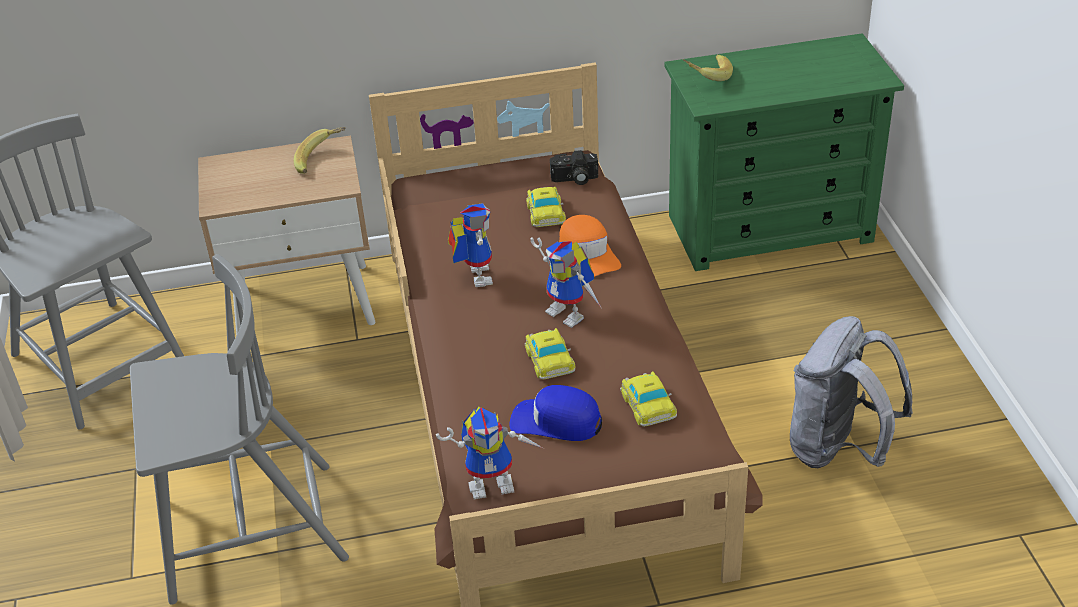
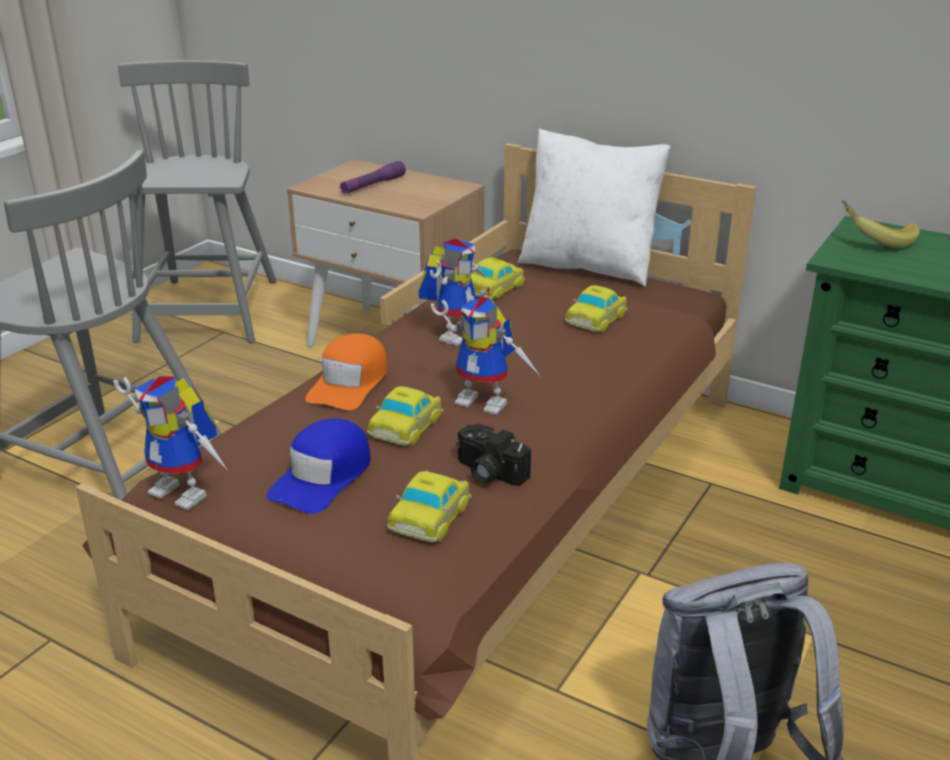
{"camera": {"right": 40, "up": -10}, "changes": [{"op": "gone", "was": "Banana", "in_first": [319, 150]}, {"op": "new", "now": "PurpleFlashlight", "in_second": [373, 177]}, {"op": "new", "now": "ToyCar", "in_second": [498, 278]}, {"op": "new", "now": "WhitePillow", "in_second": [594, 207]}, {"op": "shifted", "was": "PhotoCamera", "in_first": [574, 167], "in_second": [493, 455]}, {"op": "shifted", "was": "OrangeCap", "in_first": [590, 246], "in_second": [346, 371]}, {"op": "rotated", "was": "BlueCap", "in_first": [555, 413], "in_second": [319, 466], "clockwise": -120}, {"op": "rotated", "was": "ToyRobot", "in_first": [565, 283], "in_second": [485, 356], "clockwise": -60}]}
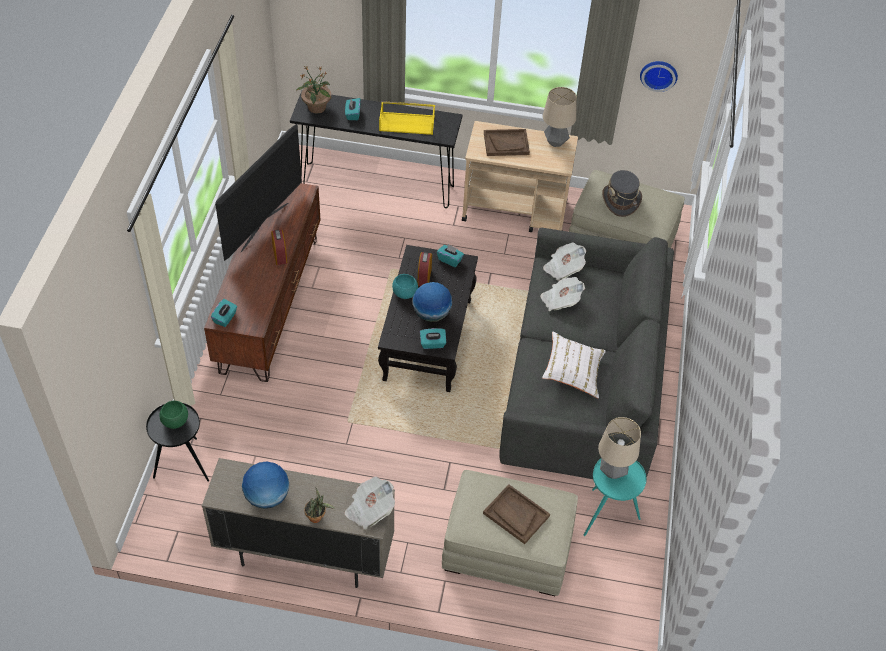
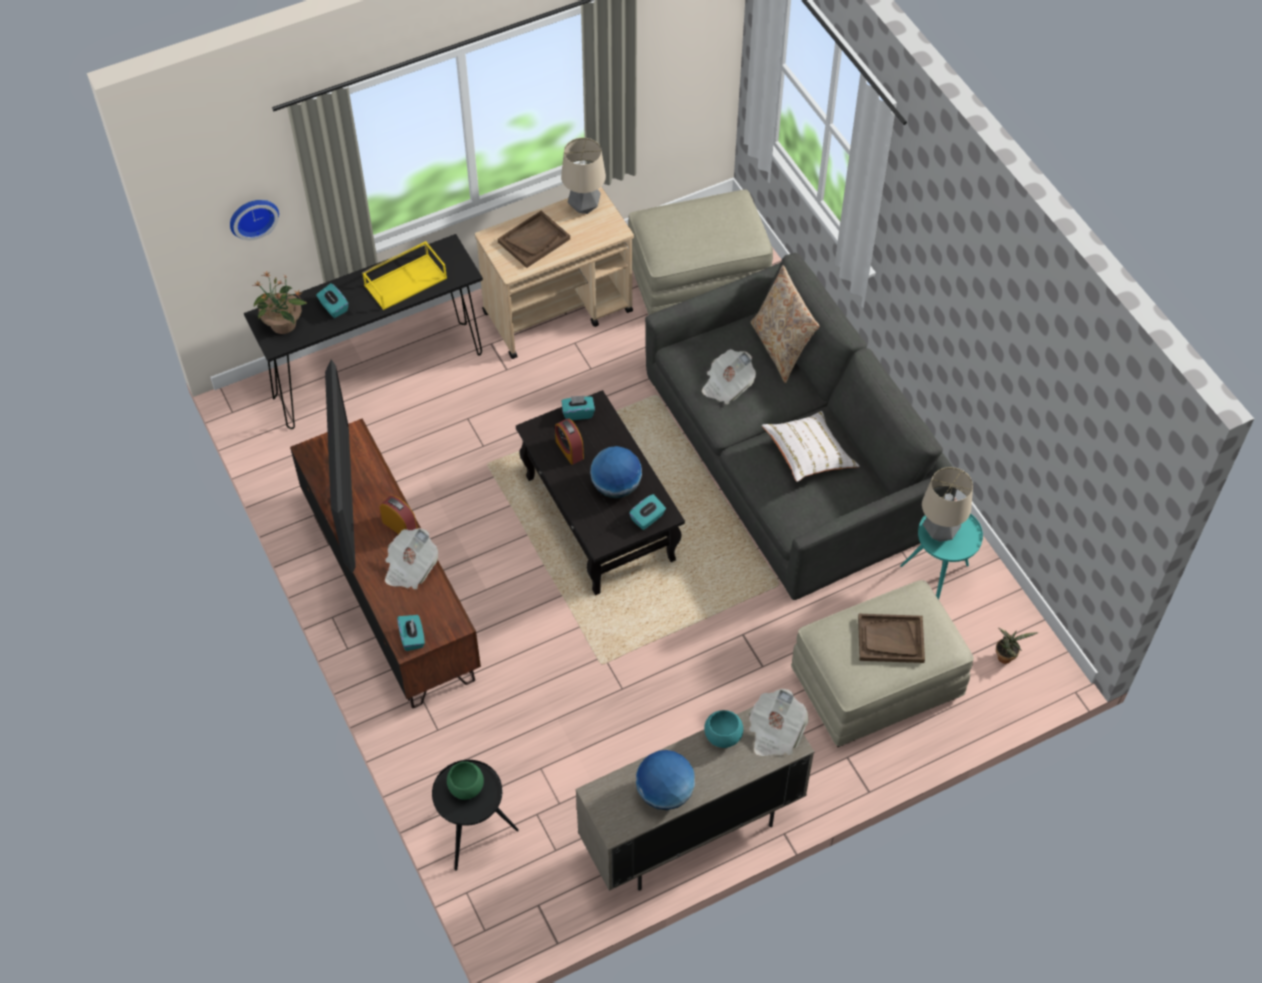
{"camera": {"right": -35, "up": 5}, "changes": [{"op": "gone", "was": "GreyHat", "in_first": [622, 193]}, {"op": "new", "now": "BeigePillow", "in_second": [785, 324]}, {"op": "shifted", "was": "PottedPlant", "in_first": [319, 505], "in_second": [1017, 646]}, {"op": "shifted", "was": "TurquoiseBowl", "in_first": [405, 286], "in_second": [723, 729]}, {"op": "shifted", "was": "Newspaper", "in_first": [565, 261], "in_second": [411, 558]}, {"op": "shifted", "was": "WallClock", "in_first": [659, 76], "in_second": [254, 220]}]}
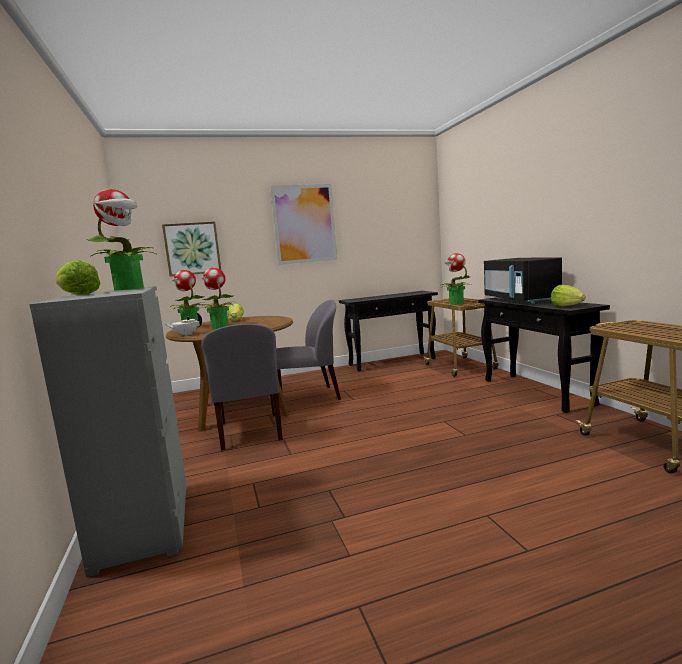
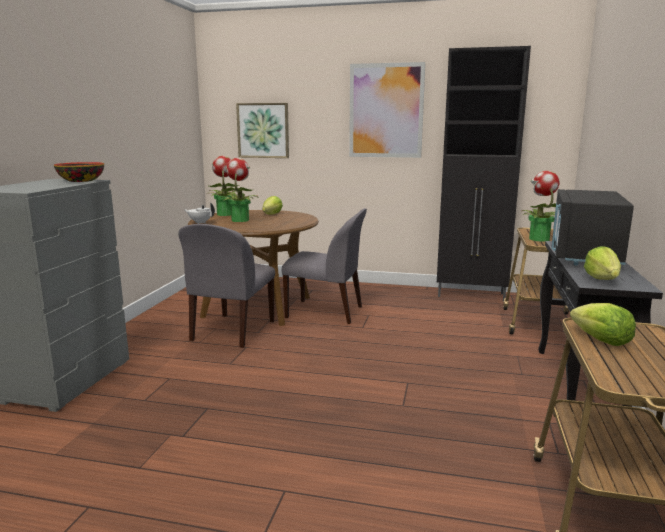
{"camera": {"right": 30, "up": 5}, "changes": [{"op": "shifted", "was": "Lettuce", "in_first": [78, 277], "in_second": [603, 324]}, {"op": "swapped", "was": "PottedPlant", "now": "Bowl", "in_first": [121, 239], "in_second": [79, 172]}, {"op": "swapped", "was": "BlackConsoleTable", "now": "BlackCabinet", "in_first": [388, 331], "in_second": [484, 173]}]}
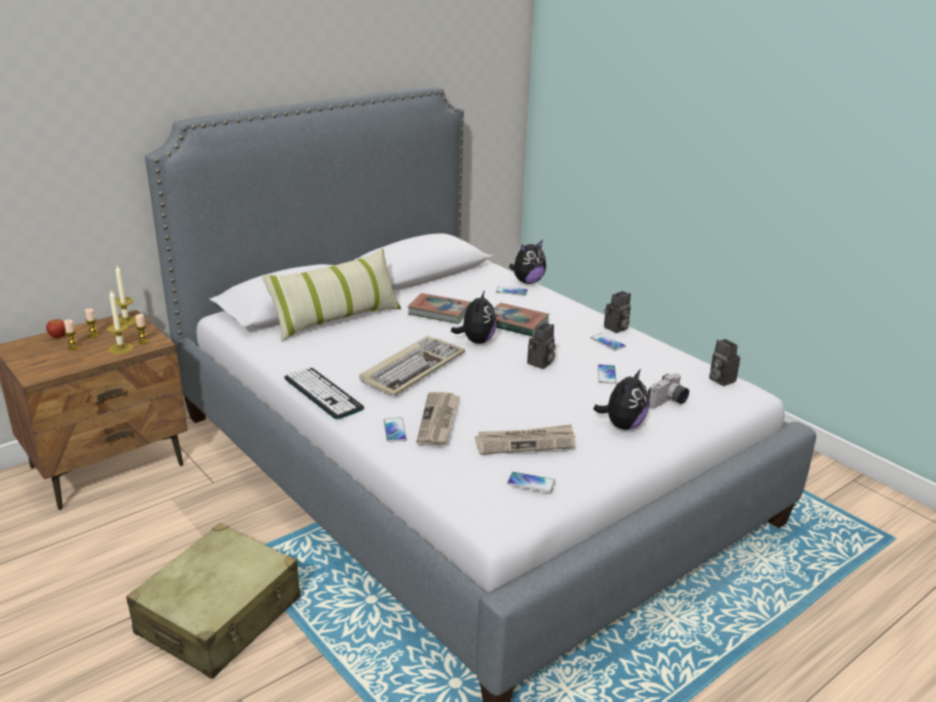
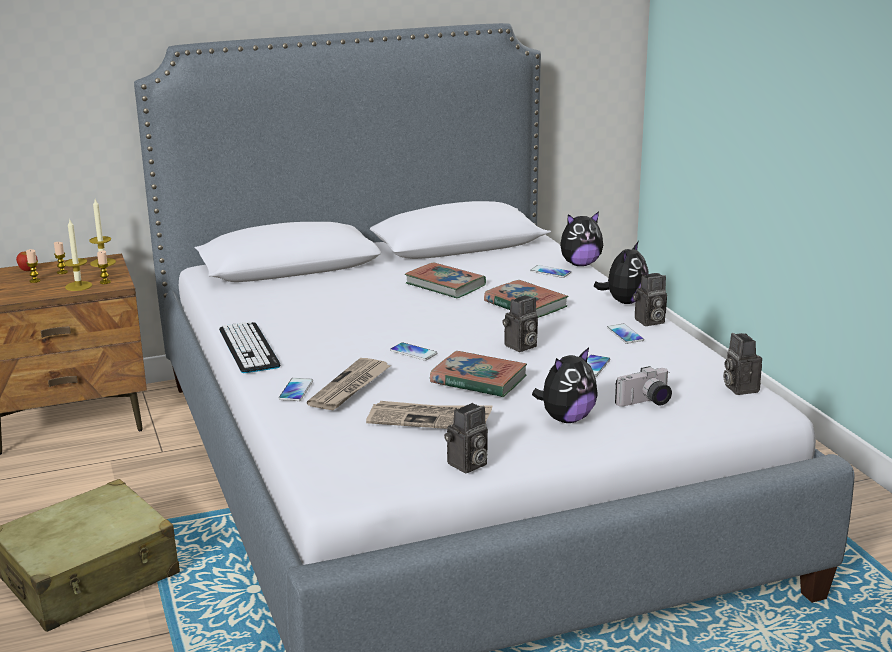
{"camera": {"right": 20, "up": -5}, "changes": [{"op": "gone", "was": "Pillow", "in_first": [331, 295]}, {"op": "gone", "was": "Keyboard", "in_first": [412, 366]}, {"op": "new", "now": "Book", "in_second": [478, 374]}, {"op": "new", "now": "PhotoCamera", "in_second": [466, 438]}, {"op": "shifted", "was": "PlushToy", "in_first": [473, 317], "in_second": [621, 273]}, {"op": "shifted", "was": "Phone", "in_first": [531, 482], "in_second": [413, 351]}]}
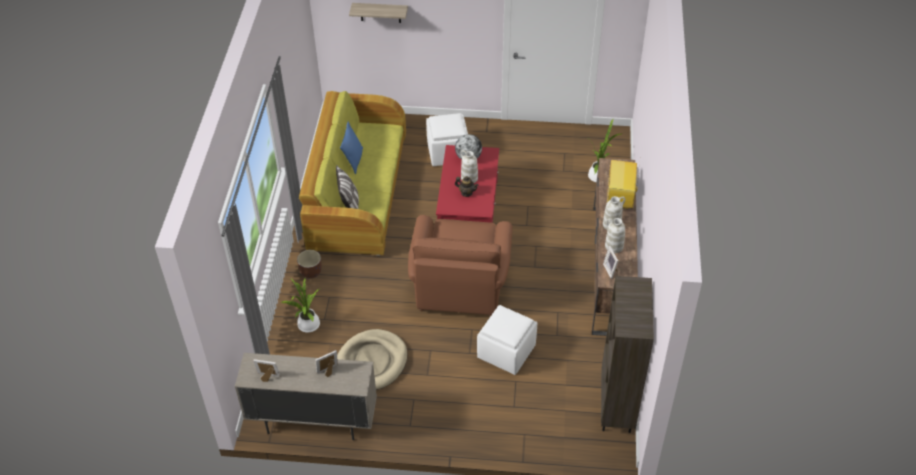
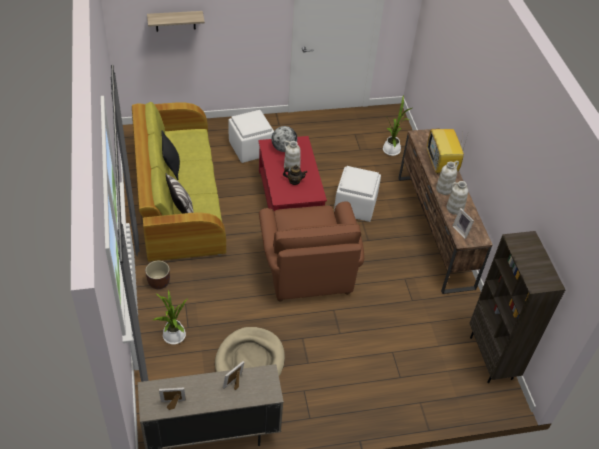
{"camera": {"right": -20, "up": 0}, "changes": [{"op": "shifted", "was": "WhiteOttoman", "in_first": [507, 340], "in_second": [357, 194]}, {"op": "repainted", "was": "BluePillow", "now": "BlackPillow", "in_first": [351, 148], "in_second": [170, 155]}]}
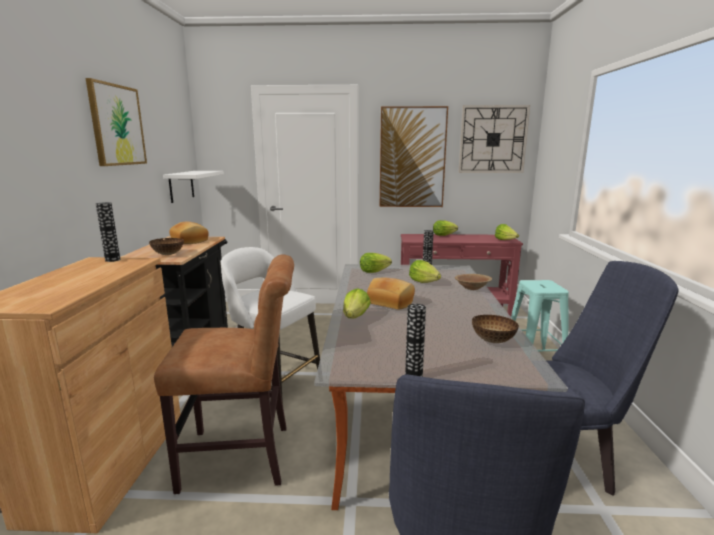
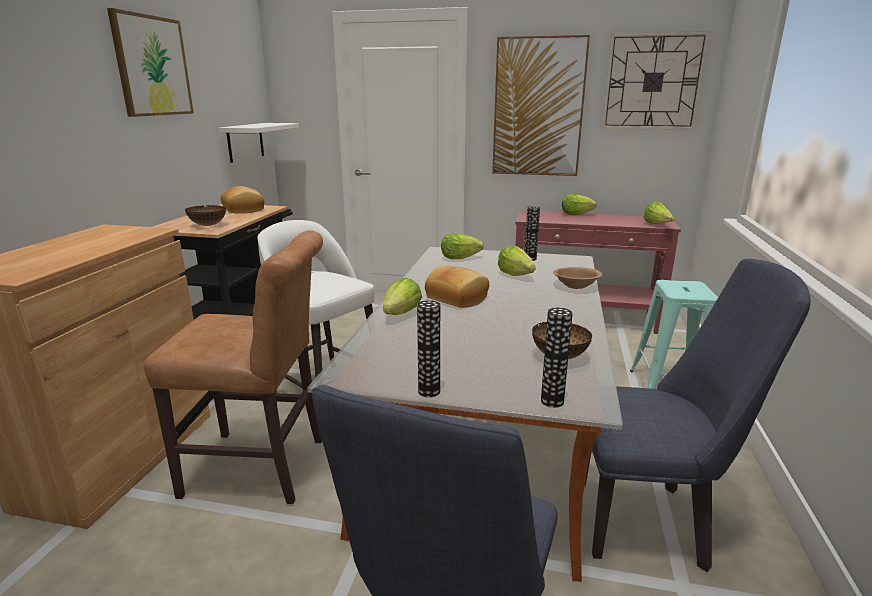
{"camera": {"right": 10, "up": 5}, "changes": [{"op": "shifted", "was": "Vase", "in_first": [108, 232], "in_second": [557, 358]}]}
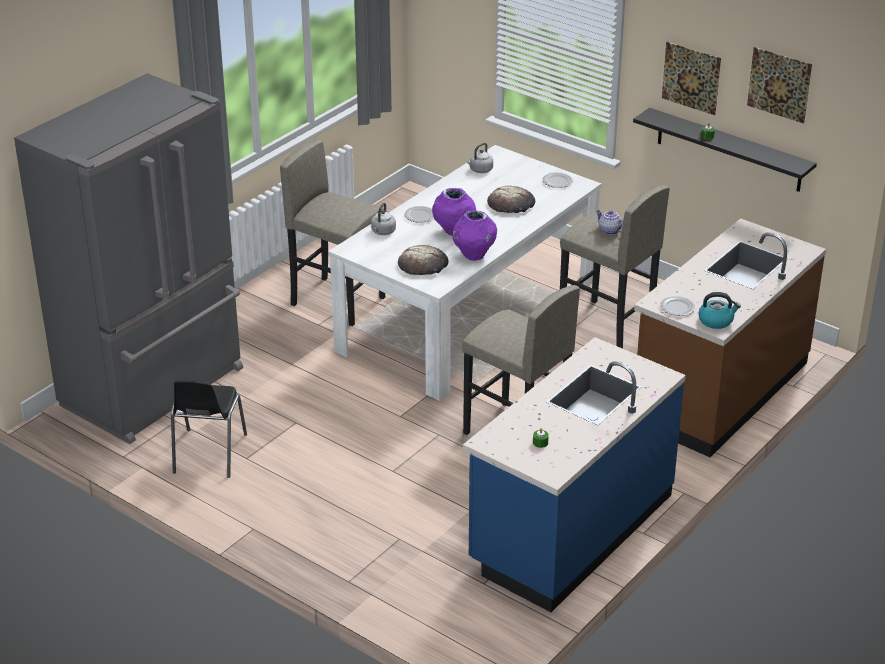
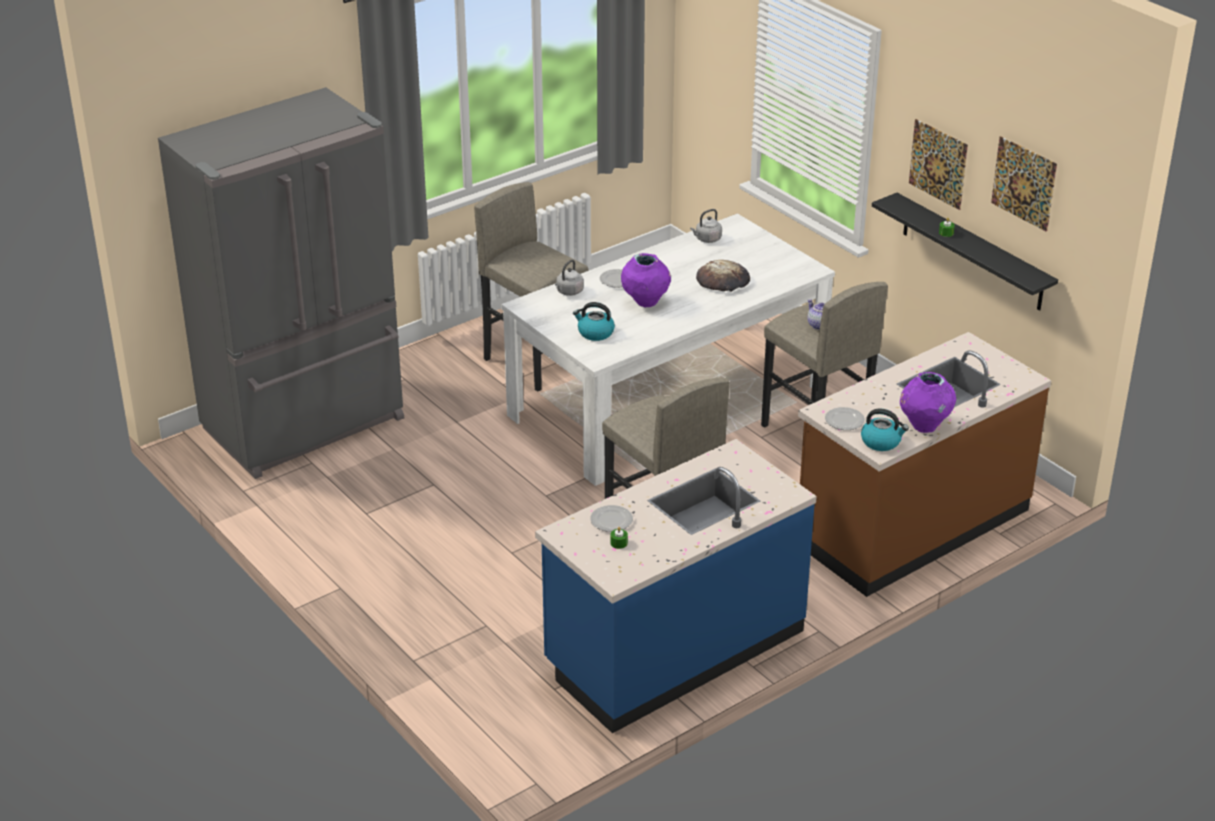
{"camera": {"right": 15, "up": 0}, "changes": [{"op": "gone", "was": "BlackChair", "in_first": [209, 429]}, {"op": "shifted", "was": "PurpleVase", "in_first": [474, 235], "in_second": [928, 402]}, {"op": "shifted", "was": "Plate", "in_first": [558, 180], "in_second": [611, 518]}, {"op": "swapped", "was": "Bread", "now": "Kettle", "in_first": [423, 260], "in_second": [594, 321]}]}
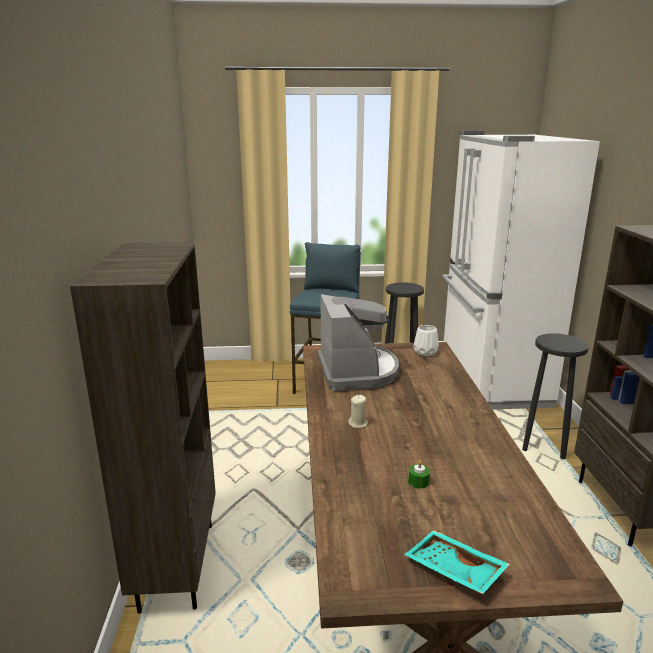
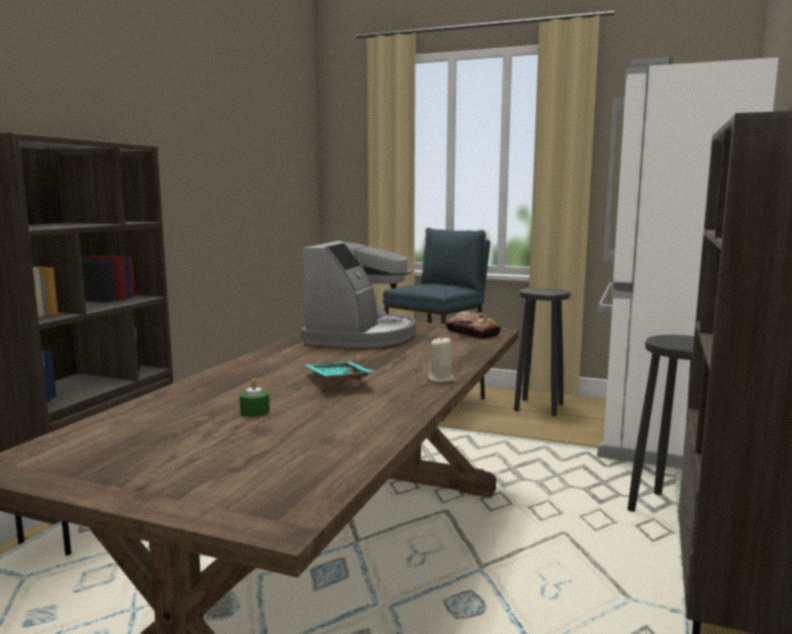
{"camera": {"right": 25, "up": -10}, "changes": [{"op": "shifted", "was": "BeigeCandle", "in_first": [358, 411], "in_second": [441, 359]}, {"op": "shifted", "was": "TurquoiseTray", "in_first": [457, 562], "in_second": [340, 371]}, {"op": "swapped", "was": "WhiteVase", "now": "Bread", "in_first": [426, 340], "in_second": [473, 325]}]}
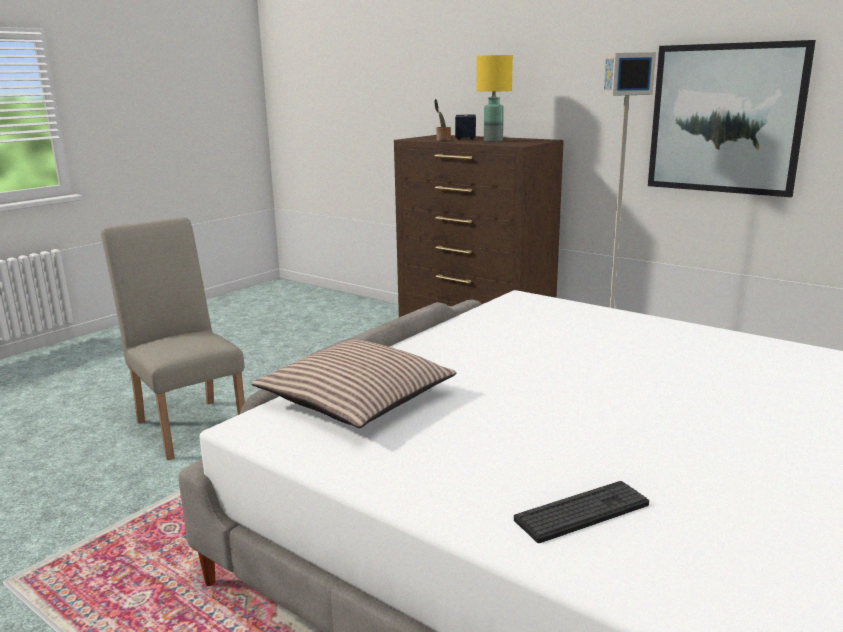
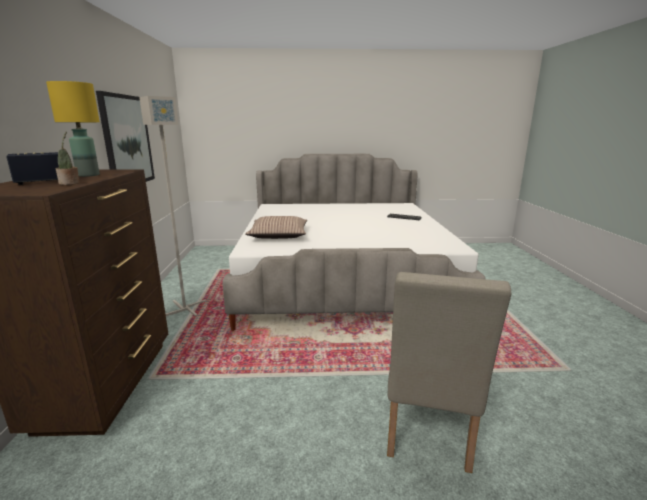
{"camera": {"right": -130, "up": 0}, "changes": [{"op": "shifted", "was": "Pillow", "in_first": [354, 383], "in_second": [276, 227]}]}
